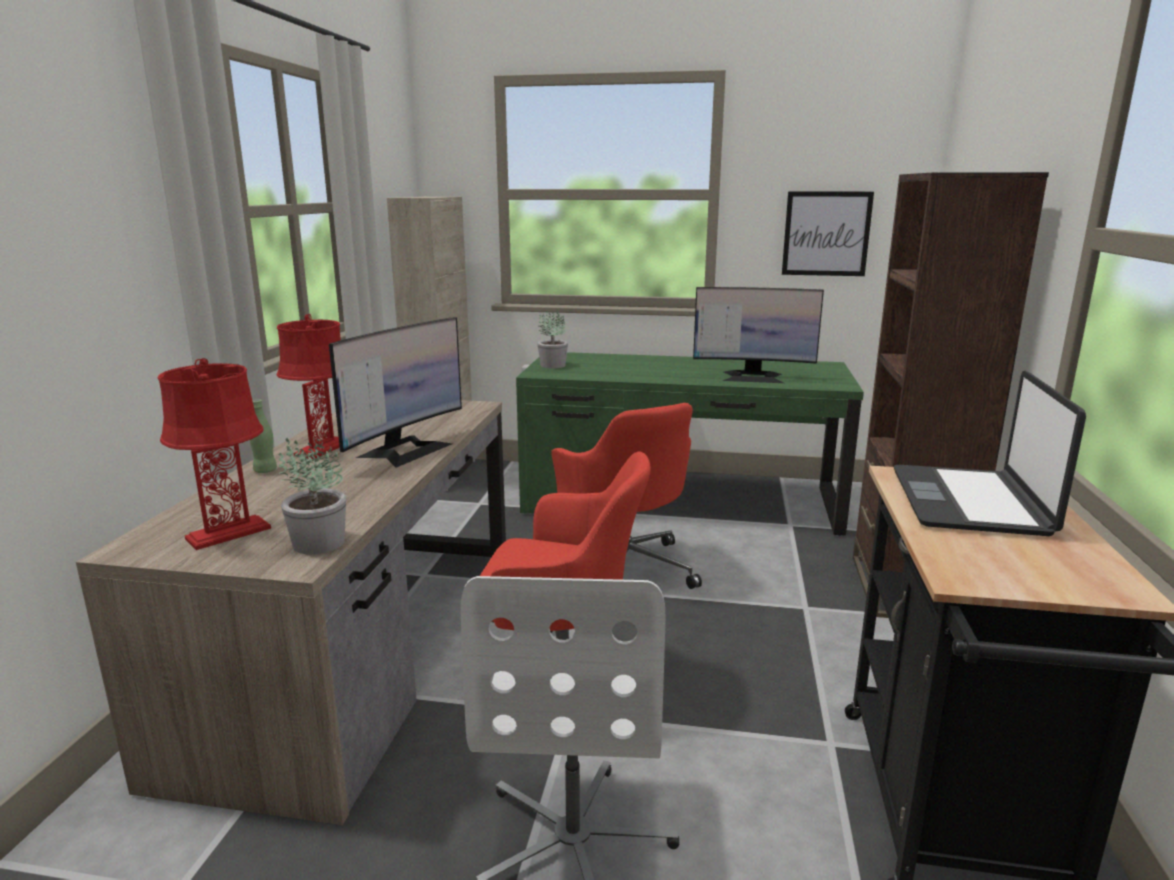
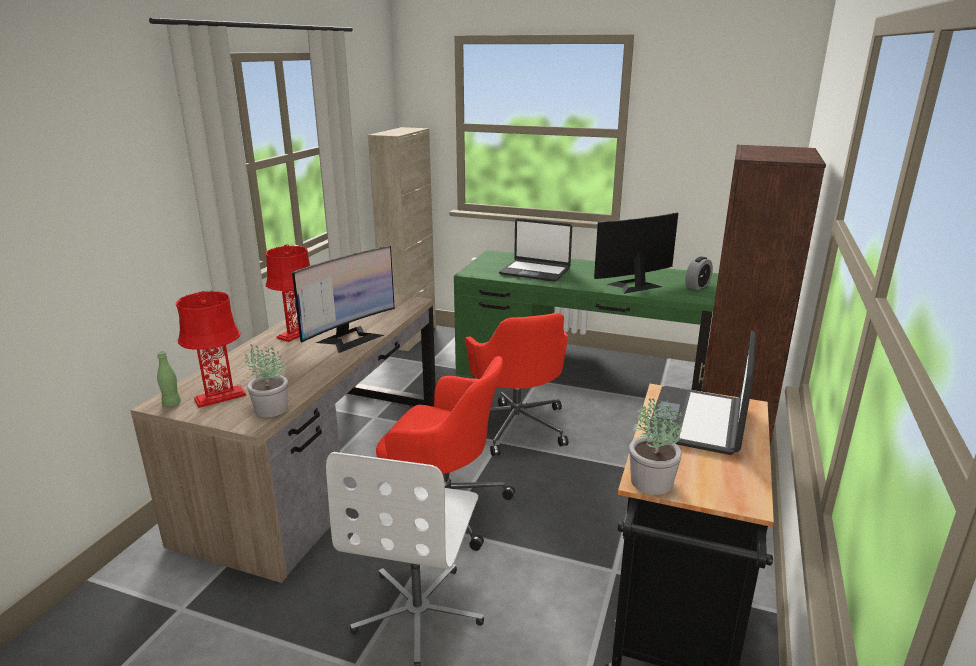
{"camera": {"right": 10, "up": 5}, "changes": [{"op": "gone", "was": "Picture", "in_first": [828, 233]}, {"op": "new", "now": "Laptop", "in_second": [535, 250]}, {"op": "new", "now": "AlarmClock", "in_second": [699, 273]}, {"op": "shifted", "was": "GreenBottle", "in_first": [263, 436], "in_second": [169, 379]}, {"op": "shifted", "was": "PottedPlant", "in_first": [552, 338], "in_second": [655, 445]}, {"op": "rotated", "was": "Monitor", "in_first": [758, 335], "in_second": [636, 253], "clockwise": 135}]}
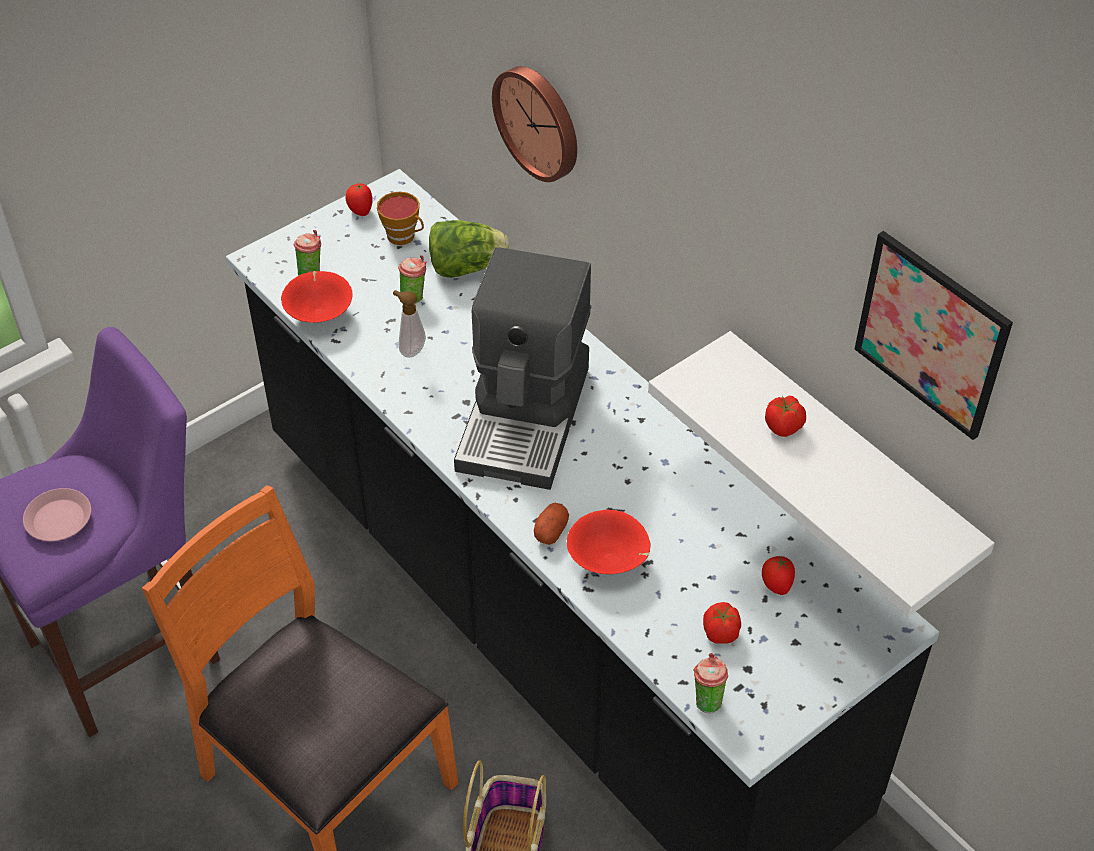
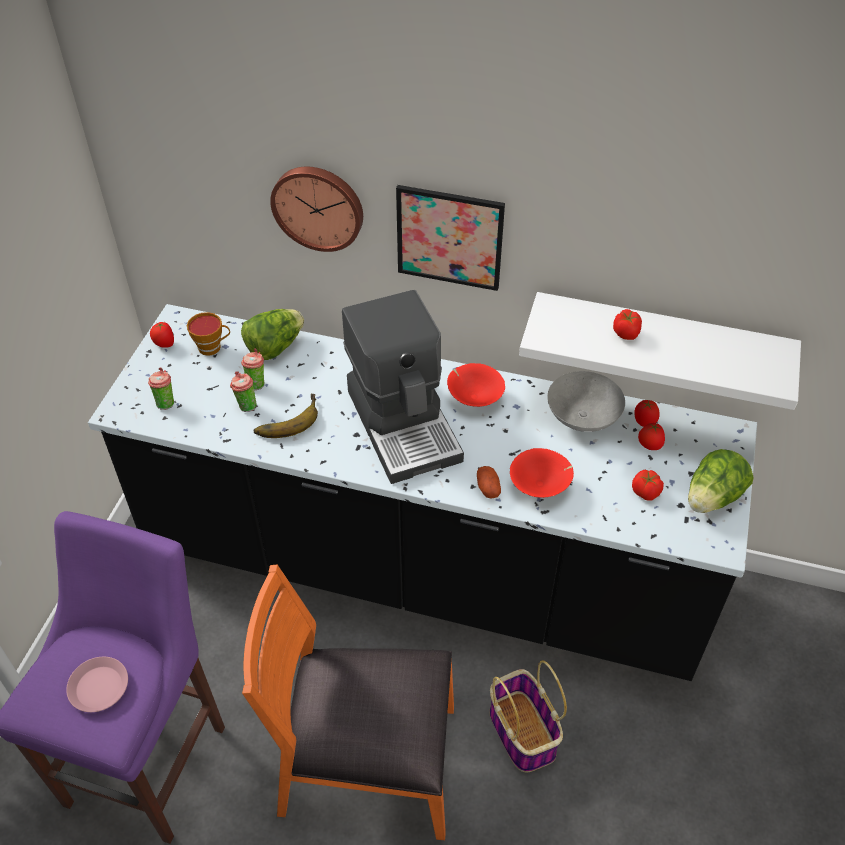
{"camera": {"right": -35, "up": 0}, "changes": [{"op": "new", "now": "GreyBowl", "in_second": [586, 401]}, {"op": "new", "now": "Tomato", "in_second": [647, 413]}, {"op": "new", "now": "Lettuce", "in_second": [721, 481]}, {"op": "shifted", "was": "RedBowl", "in_first": [317, 297], "in_second": [476, 385]}, {"op": "shifted", "was": "Cup", "in_first": [710, 683], "in_second": [243, 391]}, {"op": "shifted", "was": "Picture", "in_first": [934, 335], "in_second": [450, 238]}, {"op": "swapped", "was": "SoapDispenser", "now": "Banana", "in_first": [409, 324], "in_second": [286, 416]}]}
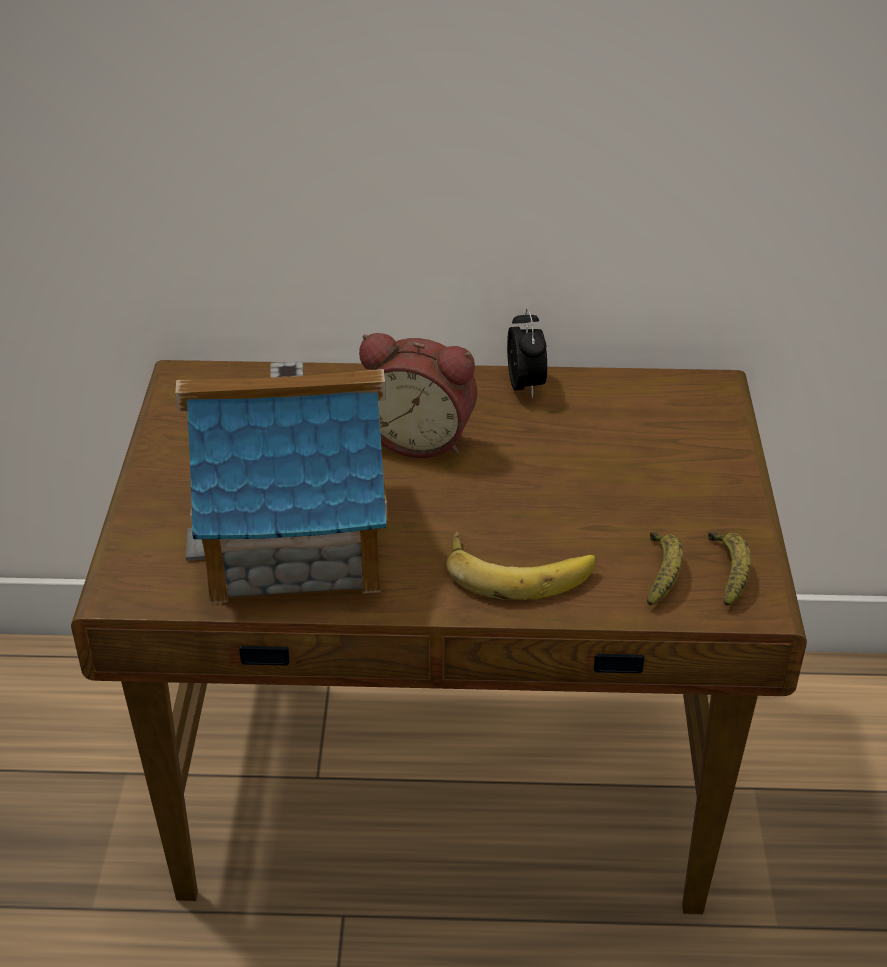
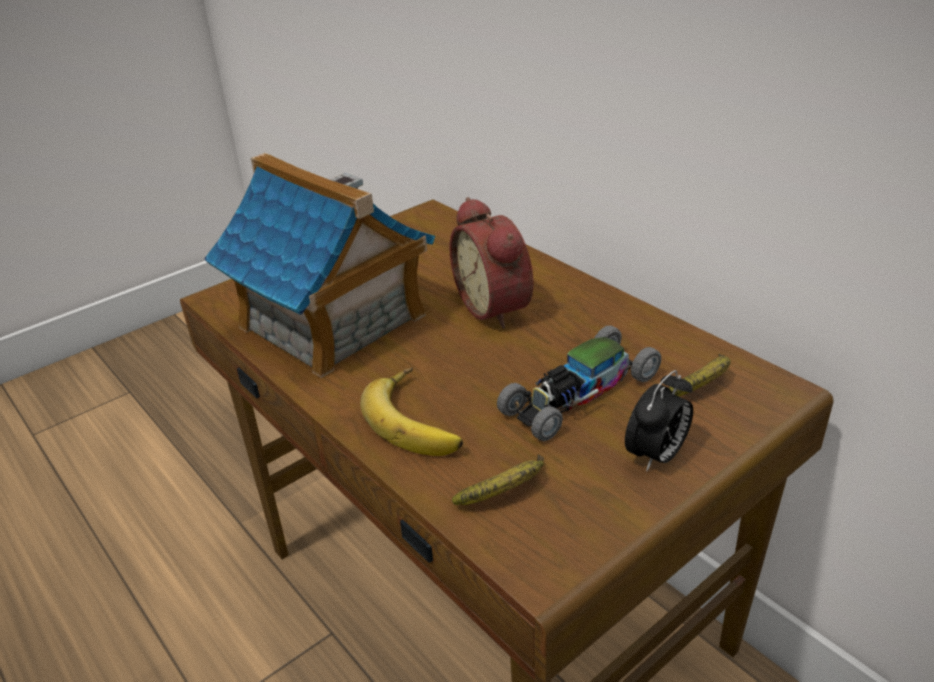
{"camera": {"right": 50, "up": -5}, "changes": [{"op": "new", "now": "ToyCar", "in_second": [579, 383]}, {"op": "shifted", "was": "AlarmClock", "in_first": [527, 353], "in_second": [659, 420]}, {"op": "shifted", "was": "Banana", "in_first": [729, 568], "in_second": [700, 375]}]}
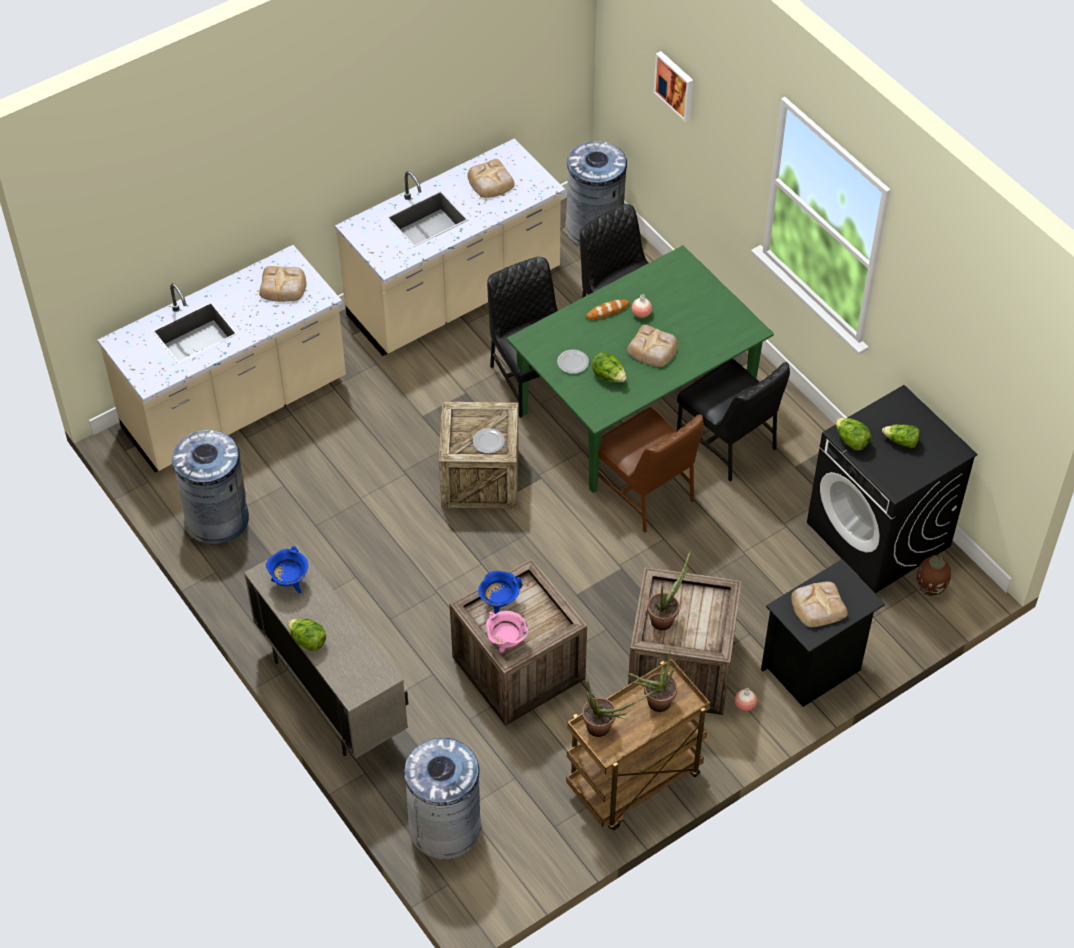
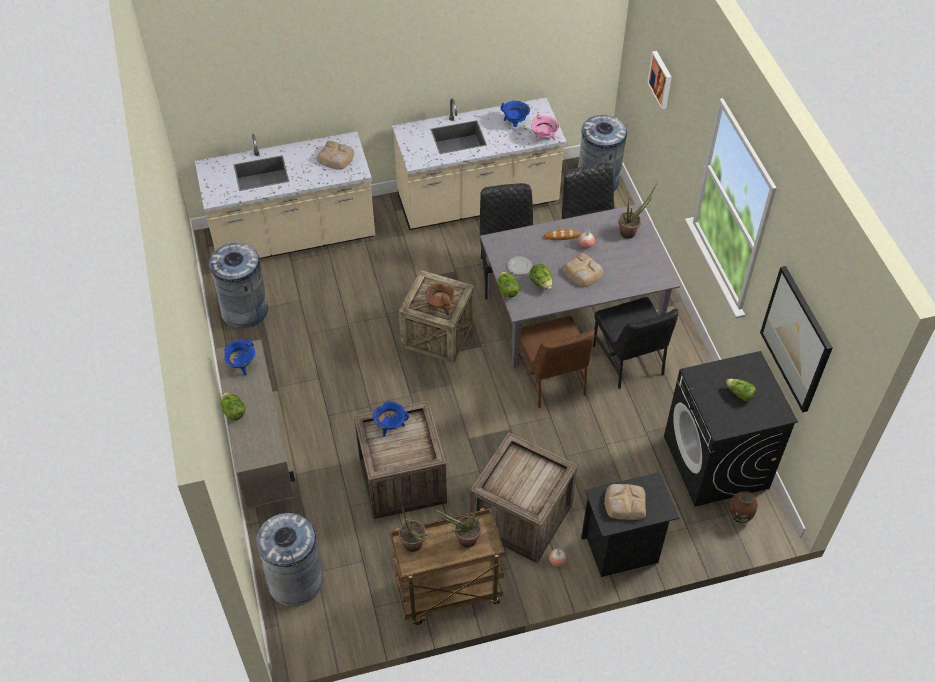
{"camera": {"right": 20, "up": 0}, "changes": [{"op": "new", "now": "Picture", "in_second": [796, 339]}, {"op": "shifted", "was": "PinkCookingPot", "in_first": [507, 632], "in_second": [545, 127]}, {"op": "shifted", "was": "PottedPlant", "in_first": [669, 589], "in_second": [638, 210]}, {"op": "shifted", "was": "Lettuce", "in_first": [853, 434], "in_second": [509, 284]}, {"op": "swapped", "was": "Bread", "now": "BlueCookingPot", "in_first": [491, 178], "in_second": [515, 114]}, {"op": "swapped", "was": "Plate", "now": "BrownCookingPot", "in_first": [489, 440], "in_second": [439, 299]}, {"op": "repainted", "was": "GreenDiningTable", "now": "GreyDiningTable", "in_first": [640, 369], "in_second": [580, 286]}]}
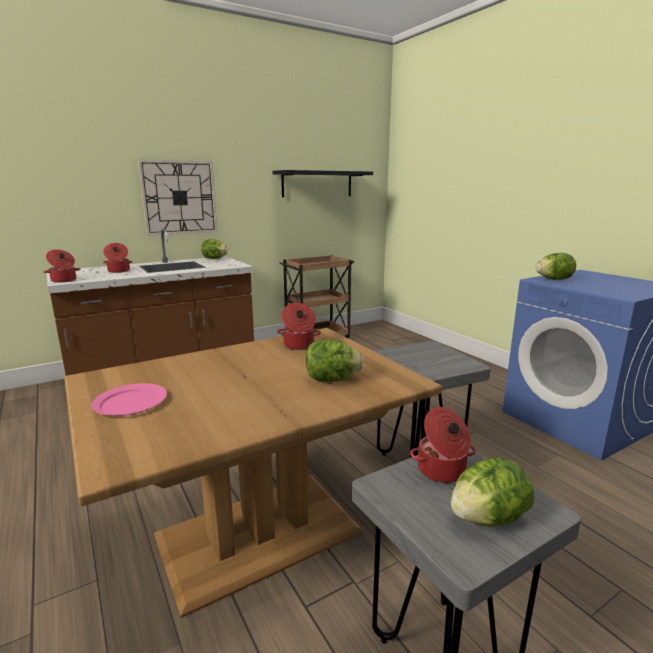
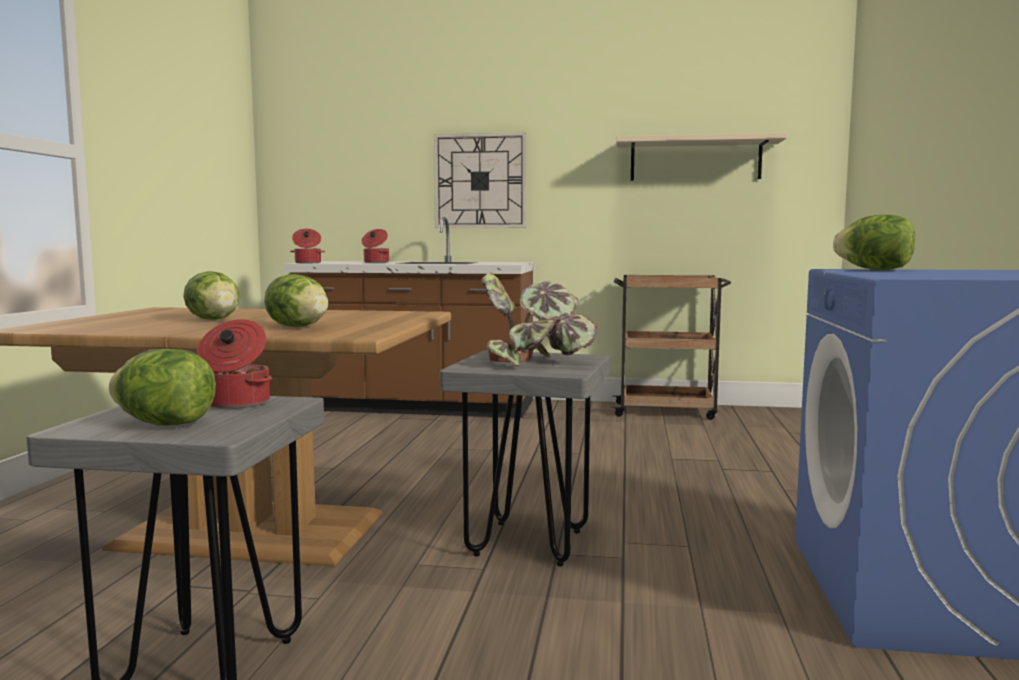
{"camera": {"right": 40, "up": -10}, "changes": [{"op": "gone", "was": "PinkPlate", "in_first": [129, 399]}, {"op": "gone", "was": "CookingPot", "in_first": [299, 326]}, {"op": "new", "now": "PottedPlant", "in_second": [539, 319]}, {"op": "shifted", "was": "Lettuce", "in_first": [214, 249], "in_second": [211, 295]}, {"op": "repainted", "was": "BlackShelf", "now": "BeigeShelf", "in_first": [323, 183], "in_second": [701, 157]}]}
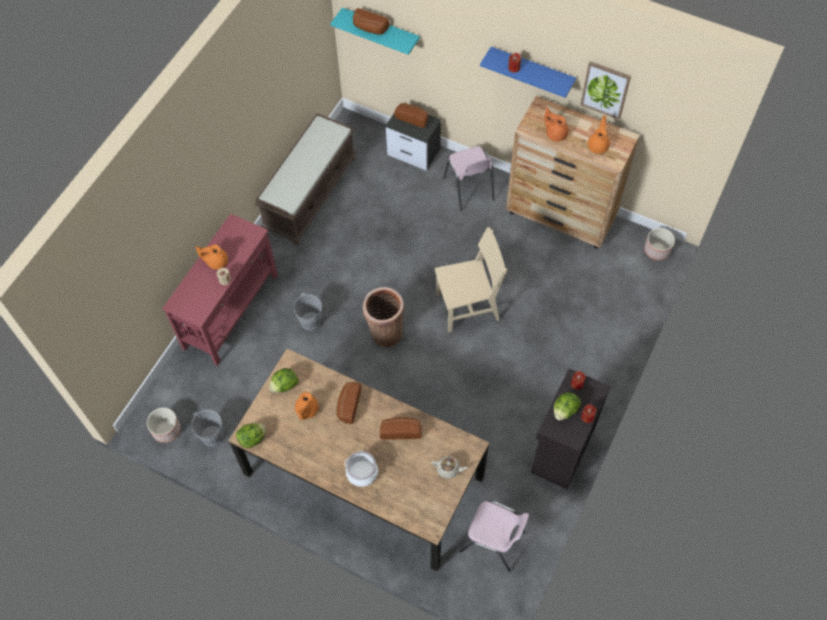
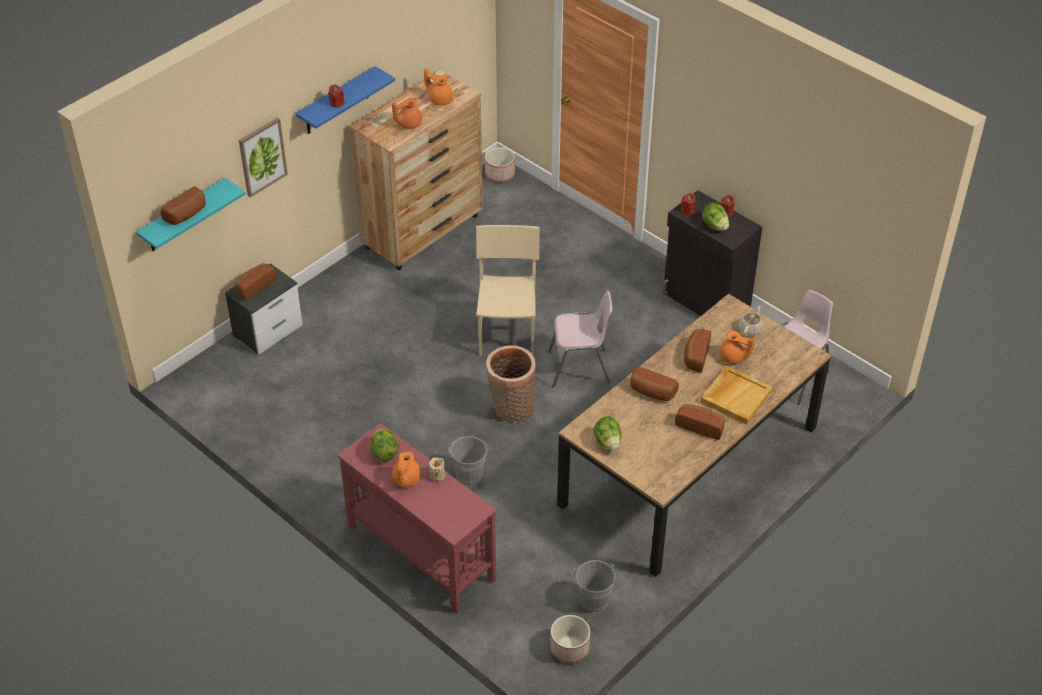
{"camera": {"right": -75, "up": -15}, "changes": [{"op": "gone", "was": "BrownBench", "in_first": [306, 179]}, {"op": "new", "now": "Bread", "in_second": [700, 422]}, {"op": "shifted", "was": "Lettuce", "in_first": [251, 435], "in_second": [384, 445]}, {"op": "shifted", "was": "OrangeTeapot", "in_first": [307, 406], "in_second": [737, 347]}, {"op": "shifted", "was": "PinkChair", "in_first": [469, 178], "in_second": [580, 339]}, {"op": "shifted", "was": "Picture", "in_first": [605, 90], "in_second": [263, 157]}, {"op": "swapped", "was": "CookingPot", "now": "BeigeTray", "in_first": [361, 469], "in_second": [736, 395]}]}
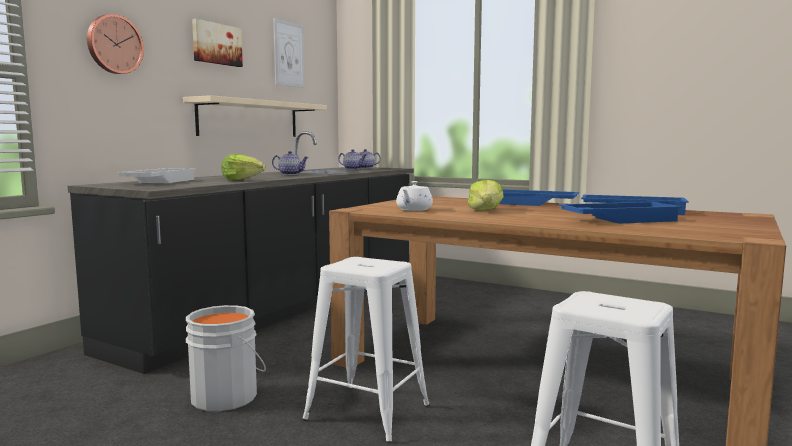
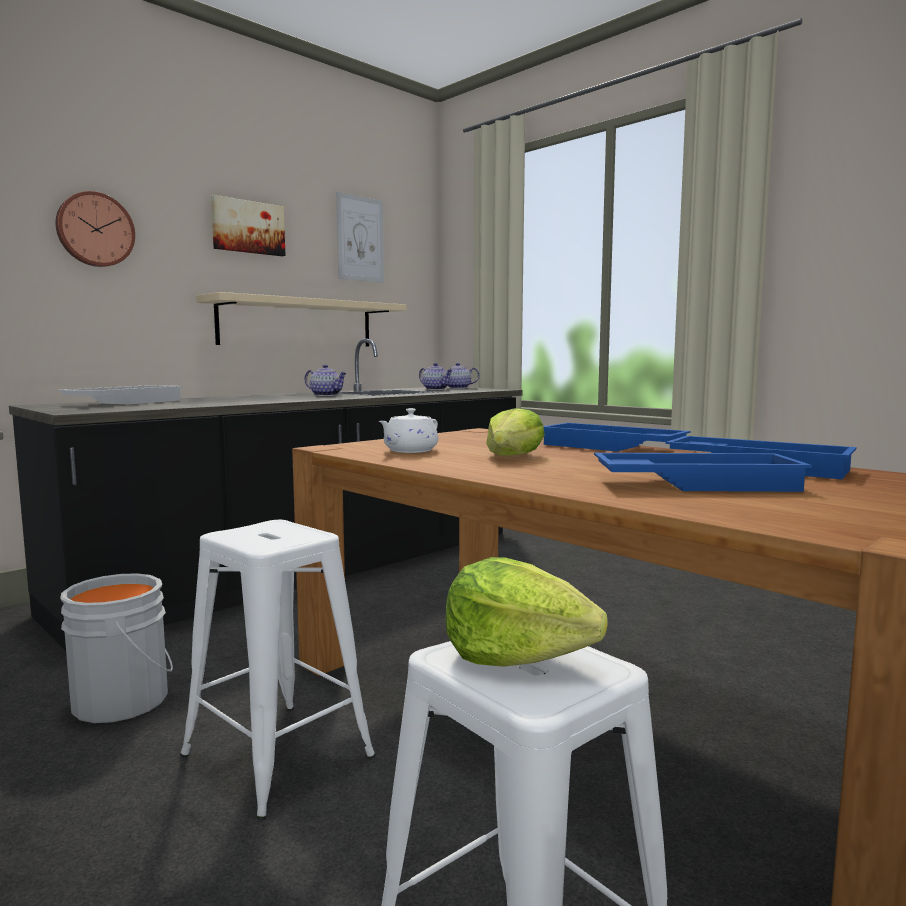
{"camera": {"right": 15, "up": 0}, "changes": [{"op": "shifted", "was": "Lettuce", "in_first": [244, 167], "in_second": [526, 612]}]}
